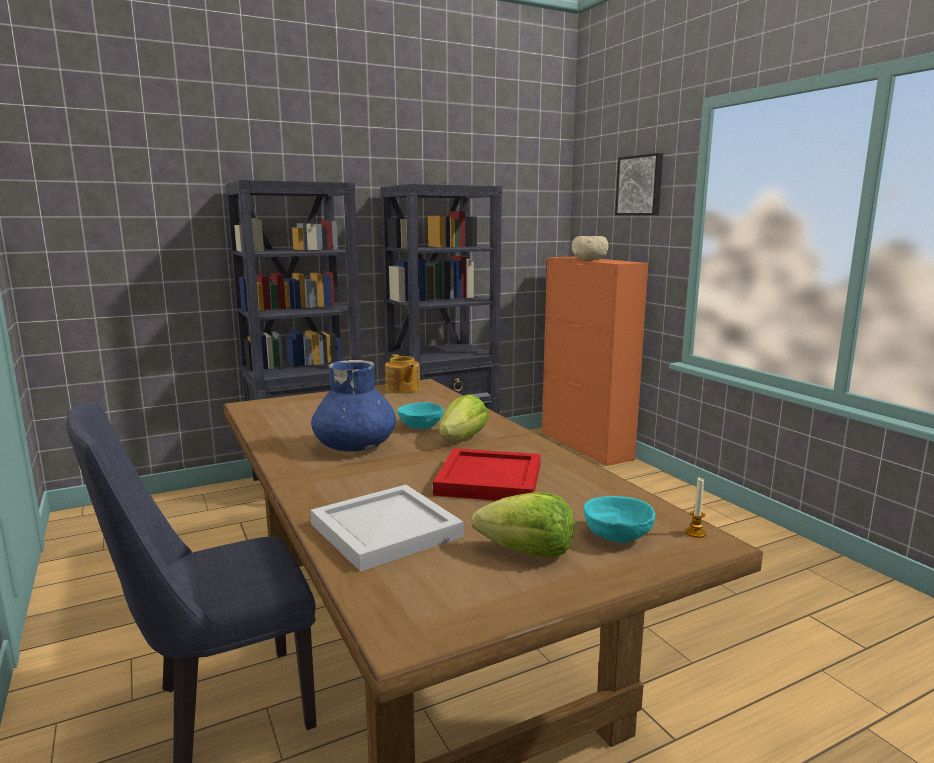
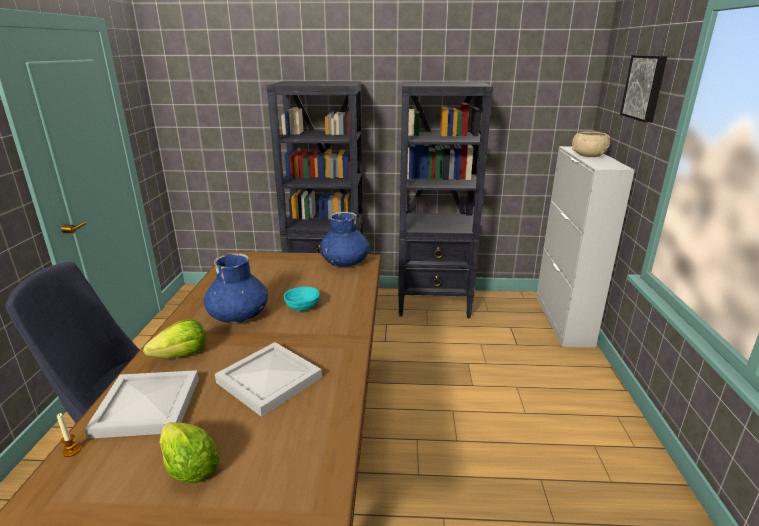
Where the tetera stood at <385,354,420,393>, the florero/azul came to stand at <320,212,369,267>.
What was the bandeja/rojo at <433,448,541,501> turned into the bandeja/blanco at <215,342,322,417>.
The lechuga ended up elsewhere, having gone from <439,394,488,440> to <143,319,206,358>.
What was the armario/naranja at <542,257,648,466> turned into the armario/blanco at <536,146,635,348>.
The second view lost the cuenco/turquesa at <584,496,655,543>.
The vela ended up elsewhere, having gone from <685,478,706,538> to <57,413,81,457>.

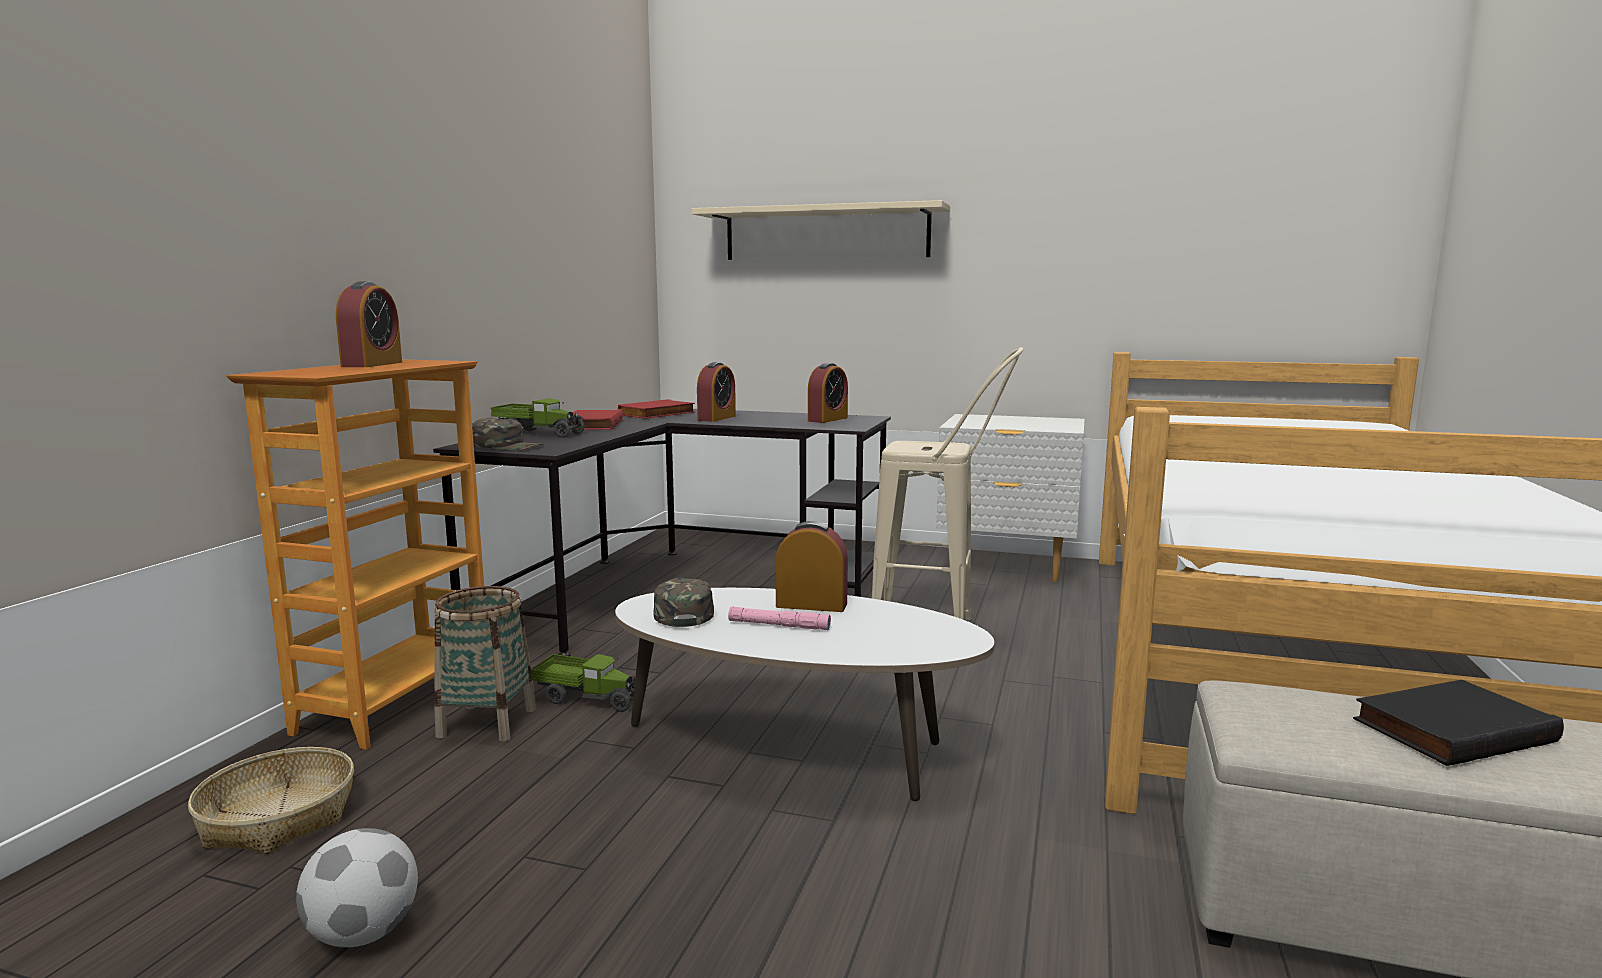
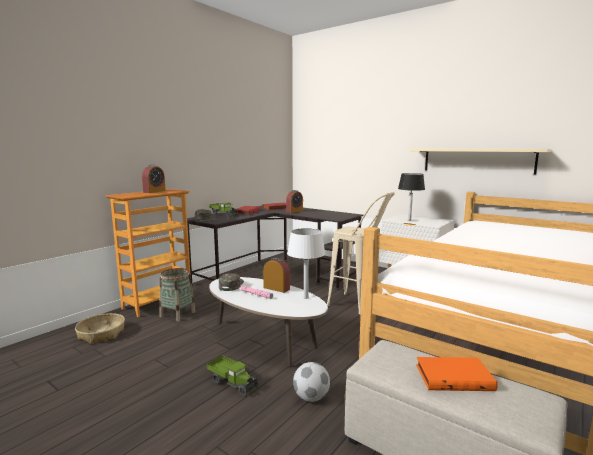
The balón de fútbol ended up elsewhere, having gone from <296,828,418,948> to <293,362,330,402>.
The camión de juguete ended up elsewhere, having gone from <531,654,646,712> to <207,355,259,396>.
The estante/beis ended up elsewhere, having gone from <692,200,950,260> to <410,148,551,174>.
The second view lost the despertador at <808,363,848,423>.
What was the libro/negro at <1353,680,1564,766> turned into the libro/naranja at <416,357,498,391>.
The second view gained the lámpara de mesa/blanco at <287,228,325,299>.
The second view gained the lámpara de mesa/negro at <398,173,425,221>.

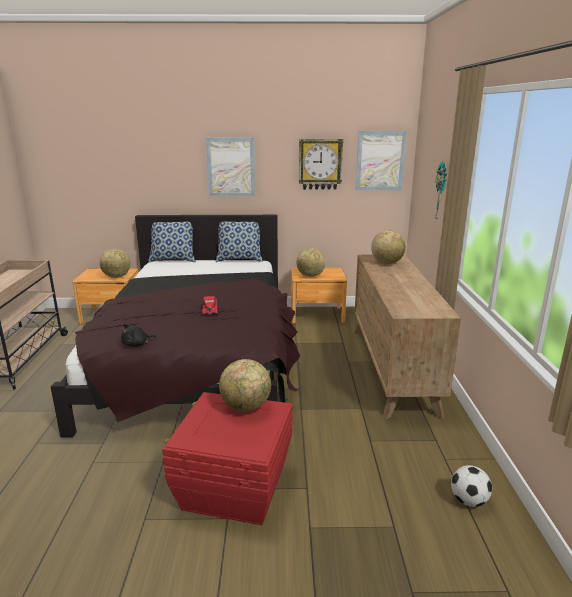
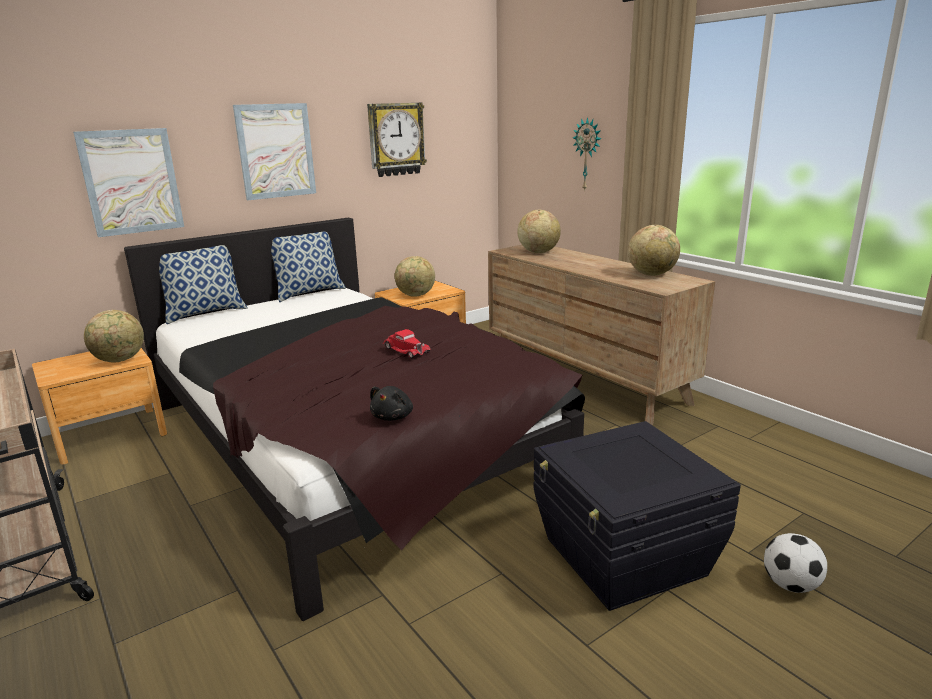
What was the caja de almacenaje/rojo at <162,392,293,525> turned into the caja de almacenaje/negro at <533,421,741,611>.
The globo terráqueo ended up elsewhere, having gone from <219,359,271,412> to <628,225,680,276>.
The cuadro ended up elsewhere, having gone from <356,131,407,190> to <73,128,184,237>.
The balón de fútbol ended up elsewhere, having gone from <451,465,492,507> to <764,533,827,593>.

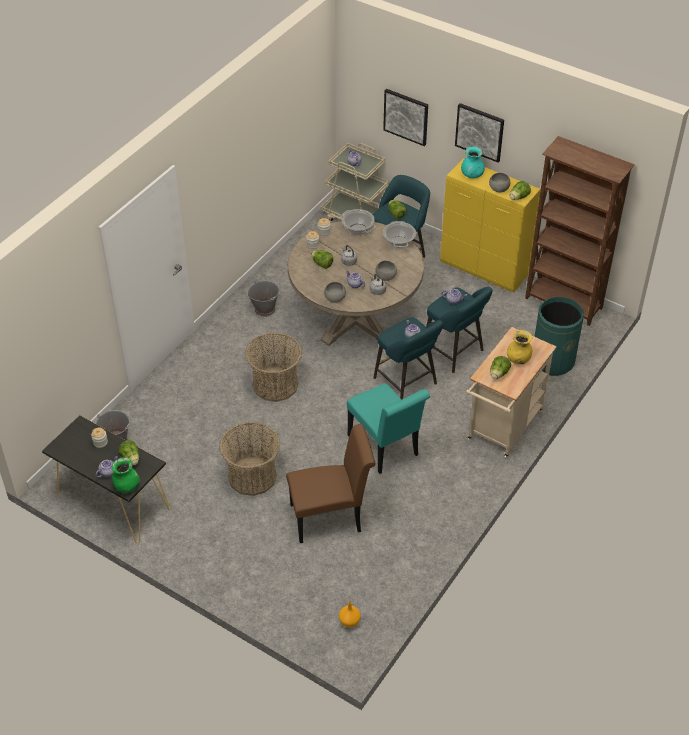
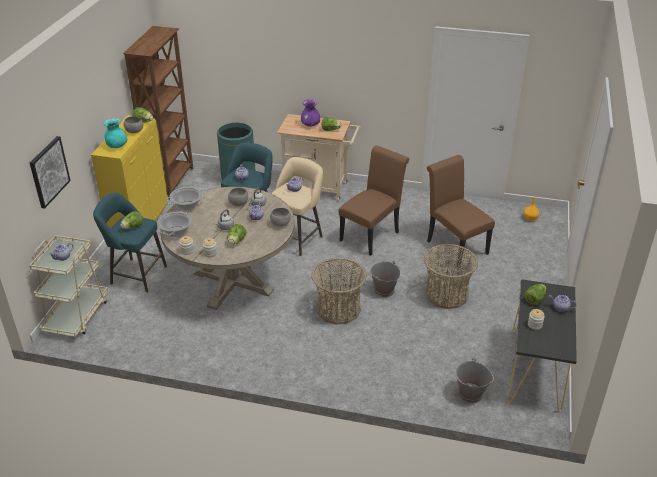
The second view lost the florero/verde at <112,457,140,493>.
The cubo/gris ended up elsewhere, having gone from <247,280,280,317> to <370,261,400,297>.
What was the silla/turquesa at <347,384,430,474> turned into the silla/marrón at <338,145,409,255>.
What was the taburete/turquesa at <373,317,443,400> turned into the taburete/beis at <271,157,323,256>.
The second view lost the cuadro at <455,103,504,162>.
What was the florero/amarillo at <507,330,532,364> turned into the florero/morado at <301,99,320,126>.

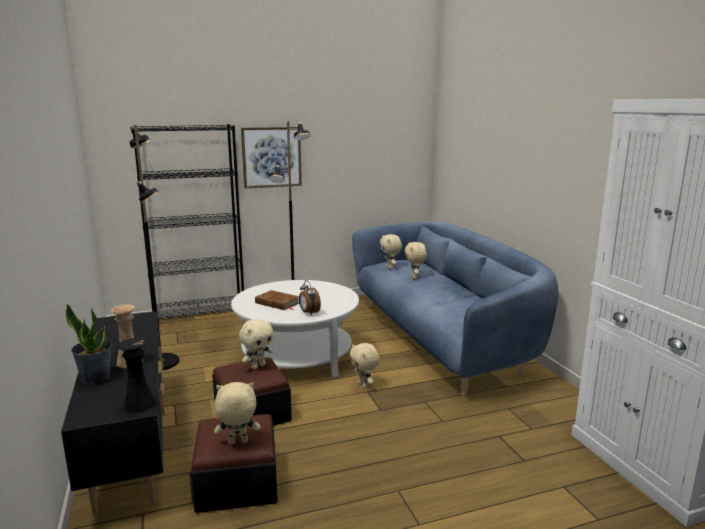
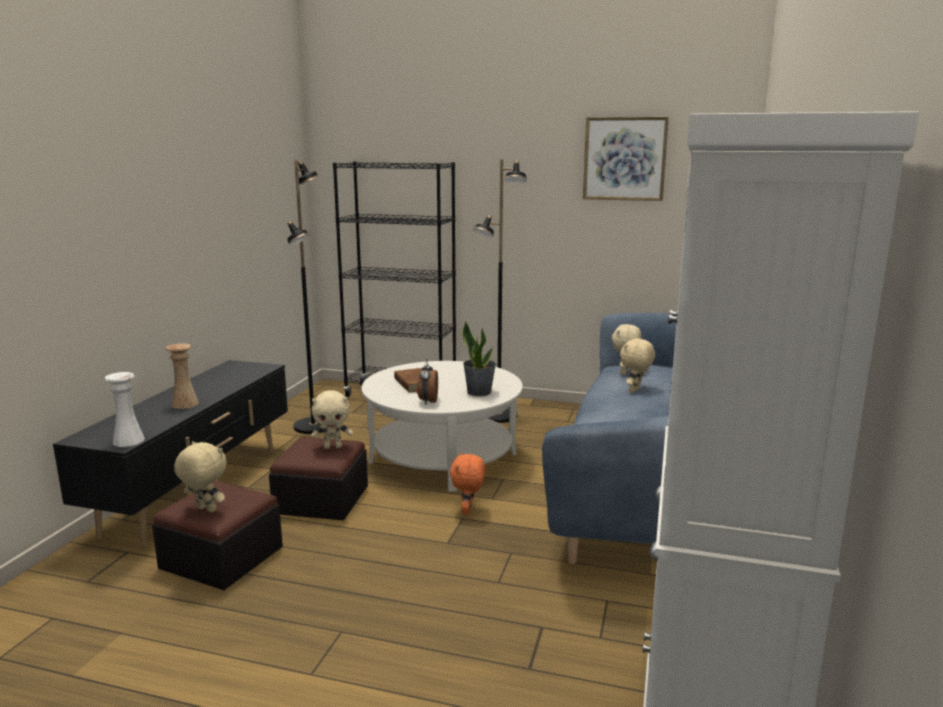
The planta en maceta ended up elsewhere, having gone from <65,304,112,384> to <462,322,496,396>.
What was the florero/negro at <118,338,155,413> turned into the florero/blanco at <104,372,145,447>.
The cuadro ended up elsewhere, having gone from <241,127,302,188> to <583,117,669,201>.
What was the peluche/beis at <349,343,380,389> turned into the peluche/naranja at <450,452,486,515>.

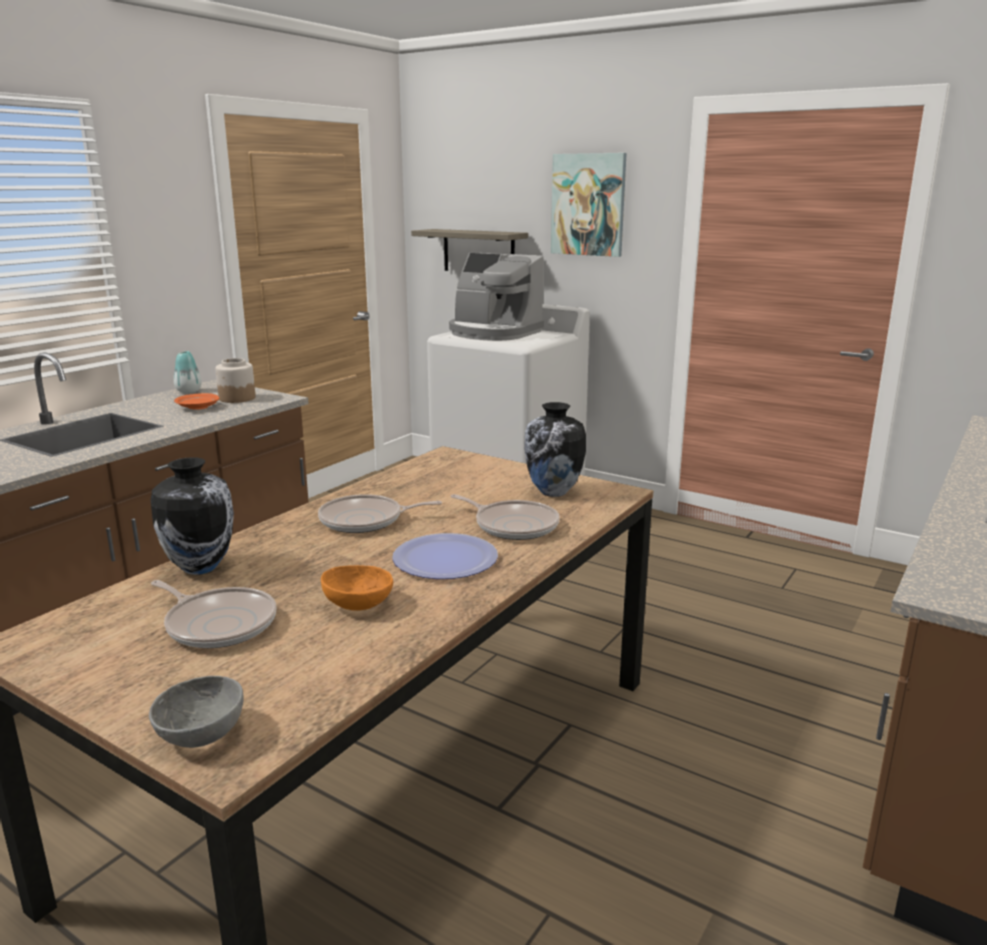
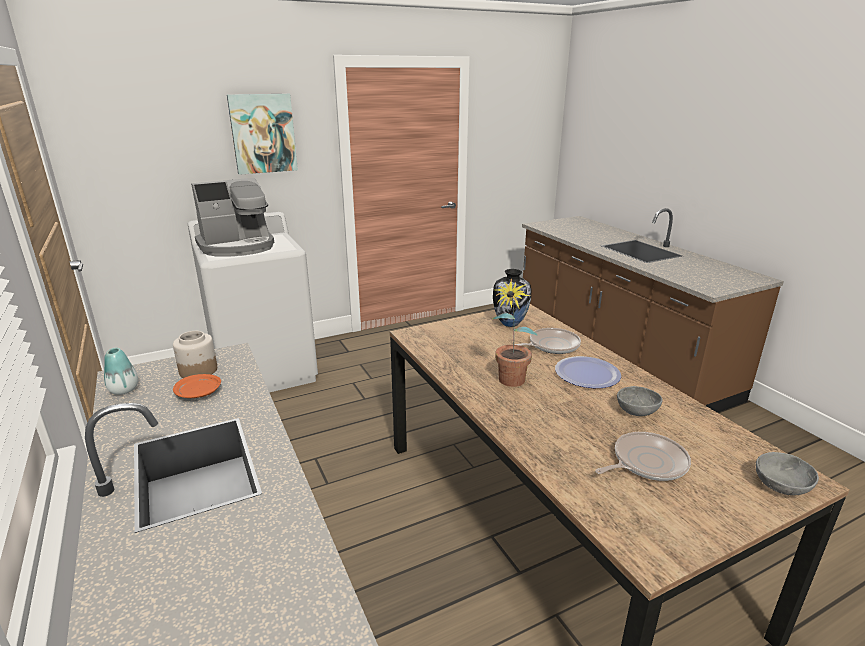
The second view lost the florero at <150,457,234,575>.
Where the sartén stood at <318,494,442,533>, the planta en maceta came to stand at <492,278,537,387>.
What was the cuenco/naranja at <321,565,393,611> turned into the cuenco/gris at <617,386,662,416>.
The second view lost the estante at <411,229,528,271>.

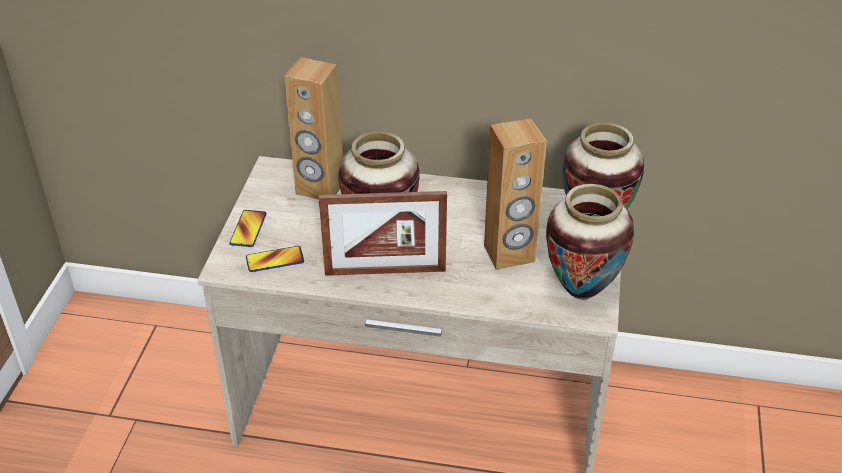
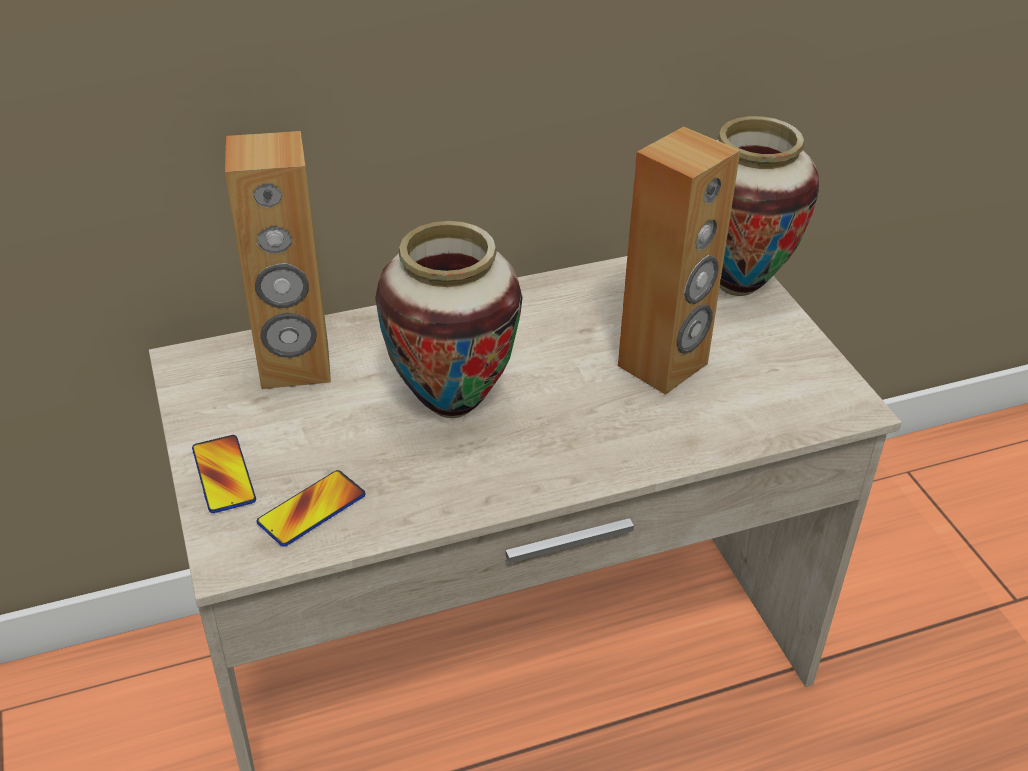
The second view lost the portarretratos at <319,191,447,276>.
The second view lost the florero at <546,184,634,300>.

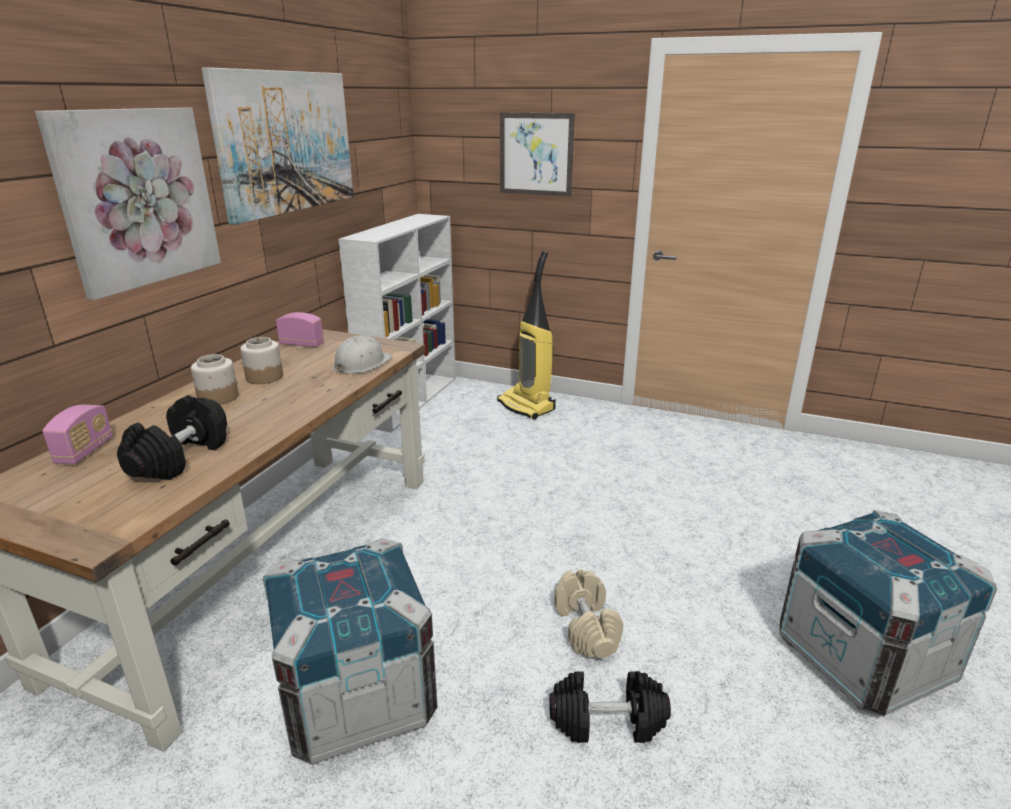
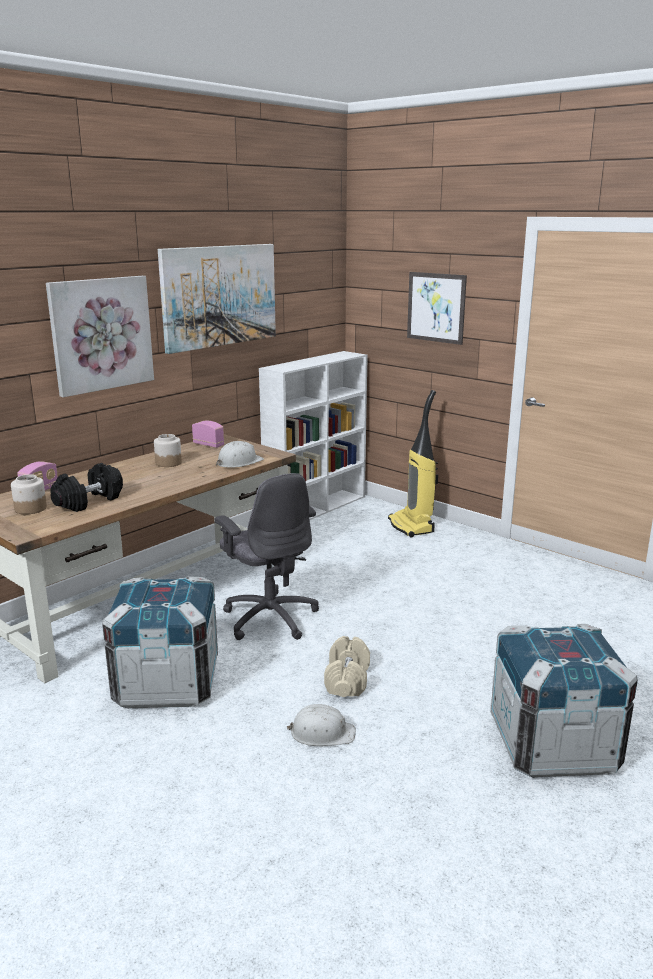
The tarro ended up elsewhere, having gone from <191,354,238,405> to <11,474,47,514>.
Where the mancuerna/negro stood at <549,671,671,743>, the casco/blanco came to stand at <286,704,356,746>.
The second view gained the silla de oficina/gris at <215,473,319,640>.

